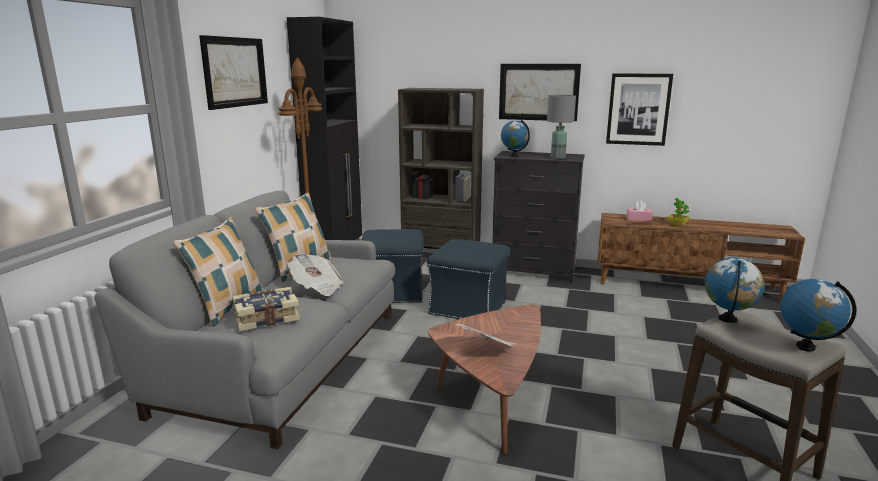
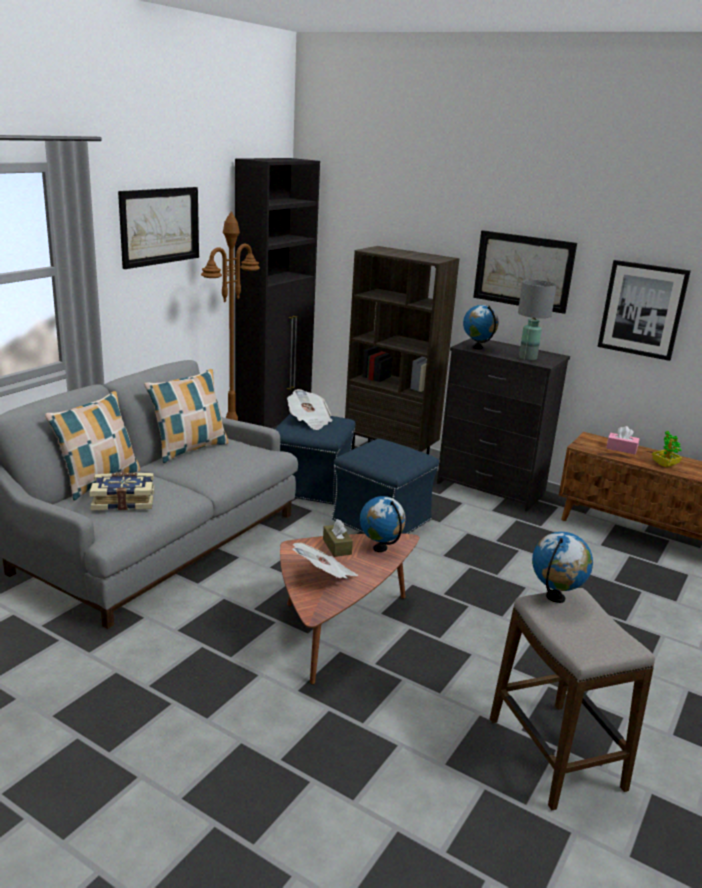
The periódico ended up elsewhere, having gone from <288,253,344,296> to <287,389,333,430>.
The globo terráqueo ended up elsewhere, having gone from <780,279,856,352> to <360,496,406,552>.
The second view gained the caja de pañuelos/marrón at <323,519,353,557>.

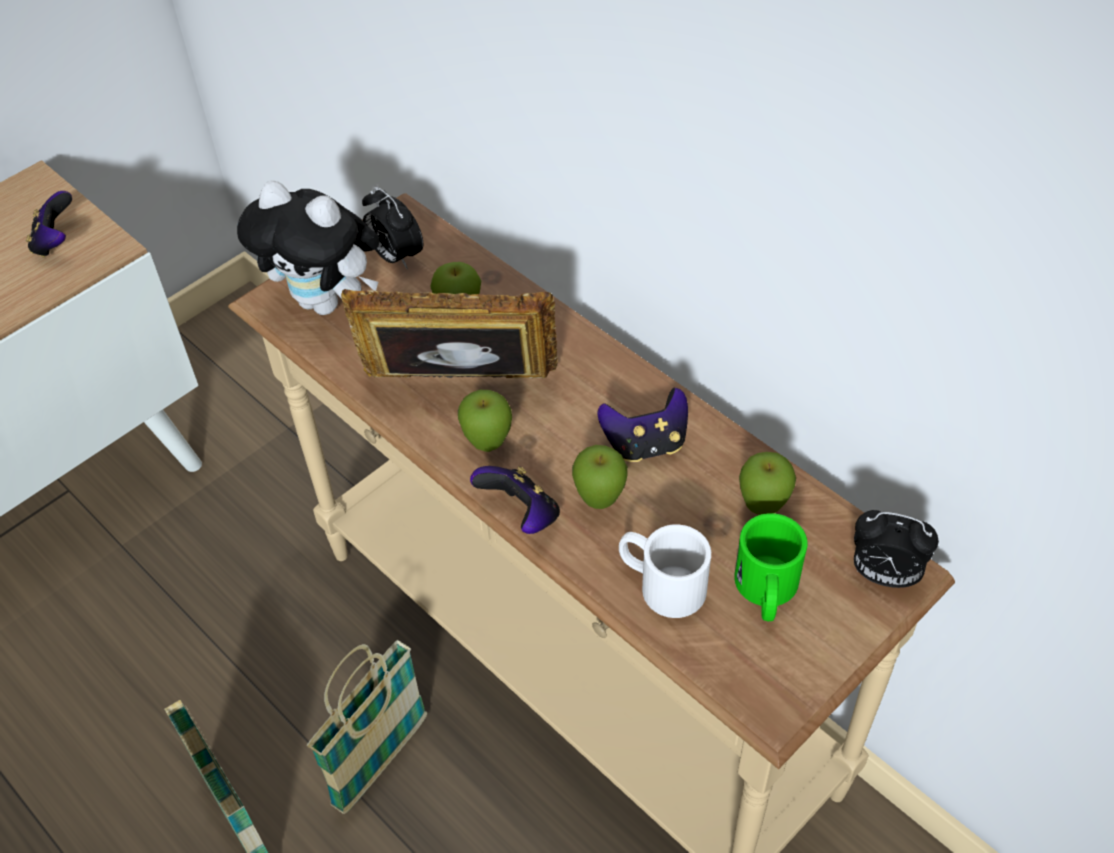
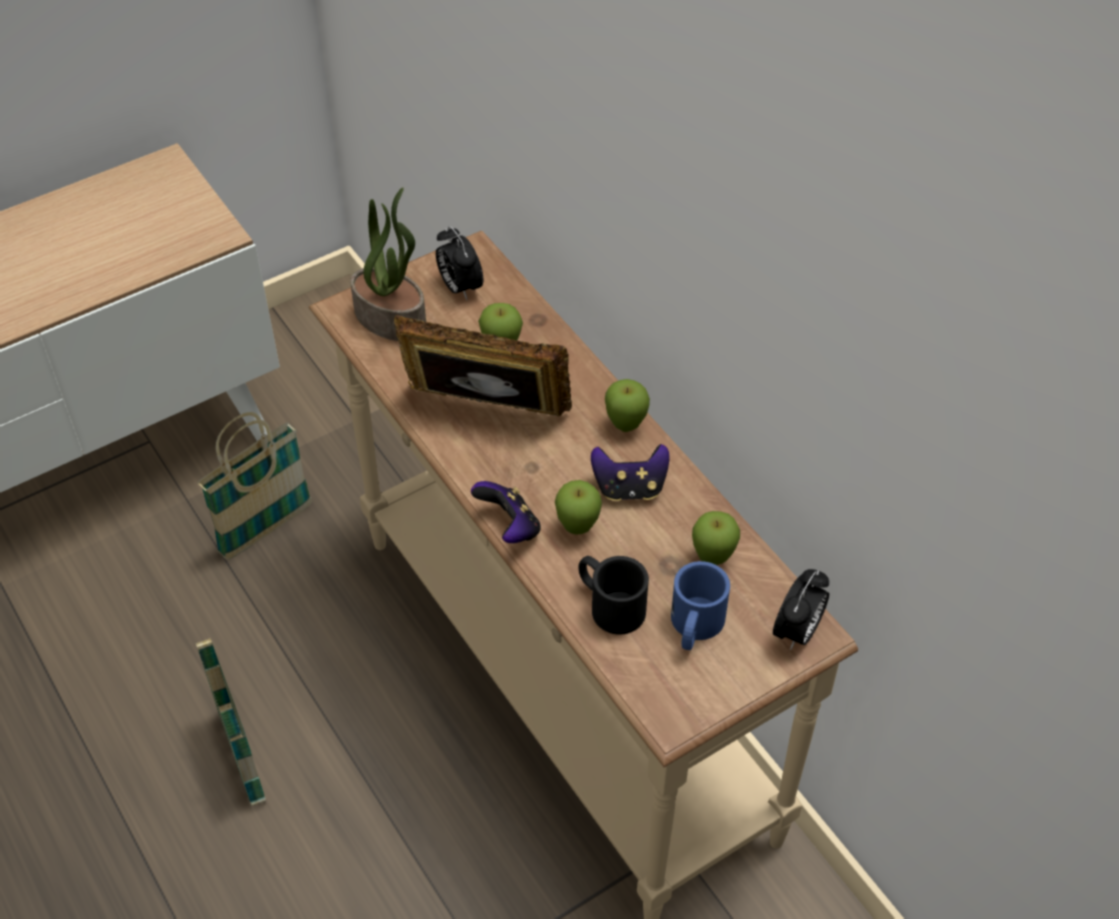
The second view lost the mando de consola at <26,191,72,258>.
Where the peluche stood at <237,181,380,315>, the planta en maceta came to stand at <350,187,426,341>.
The cesta ended up elsewhere, having gone from <307,640,427,814> to <198,412,312,560>.
The manzana ended up elsewhere, having gone from <458,390,512,452> to <605,379,650,432>.
What was the taza grande/blanco at <619,525,711,618> turned into the taza grande/negro at <579,556,649,635>.
What was the taza grande/verde at <734,513,808,621> turned into the taza grande/azul at <671,561,730,650>.
The despertador at <854,510,939,588> ended up facing another way, 90 degrees counterclockwise from before.

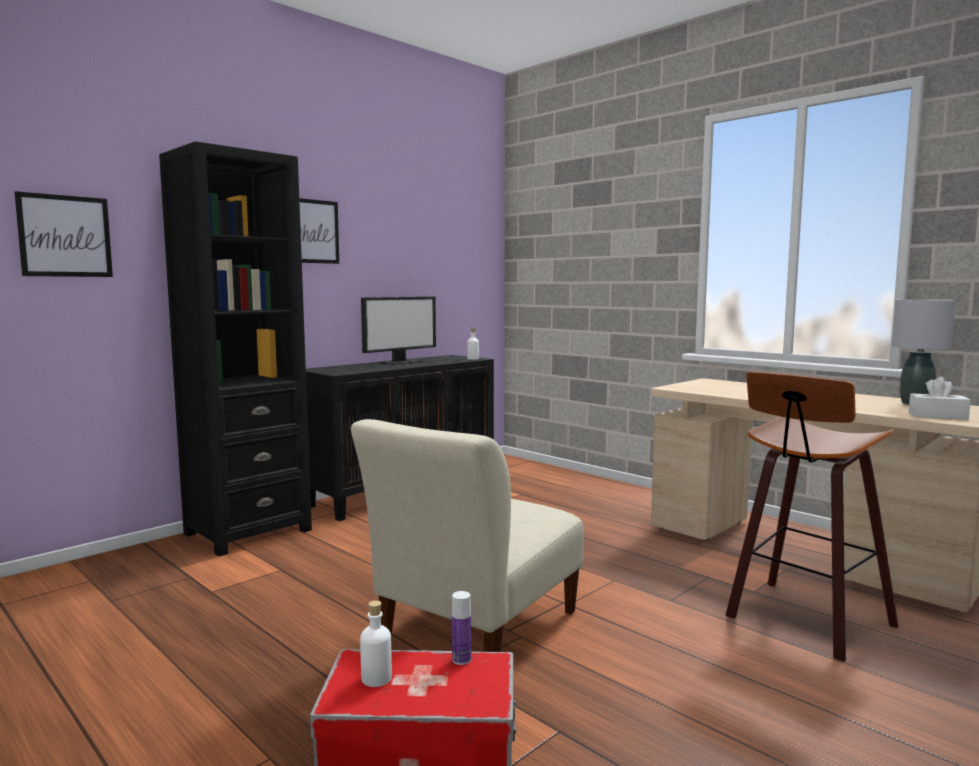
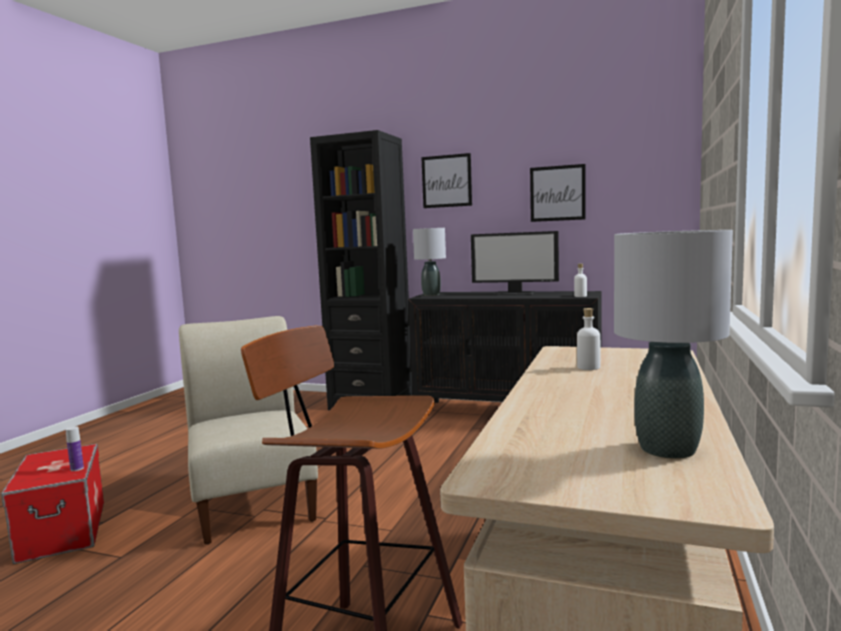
The cuadro ended up elsewhere, having gone from <15,191,113,277> to <530,164,586,222>.
The silla/beis at <351,419,584,652> ended up facing another way, 60 degrees clockwise from before.
The botella/blanco ended up elsewhere, having gone from <360,600,392,687> to <577,308,600,370>.
The second view lost the caja de pañuelos/blanco at <909,377,971,420>.
The second view gained the lámpara de mesa/gris at <413,228,446,296>.

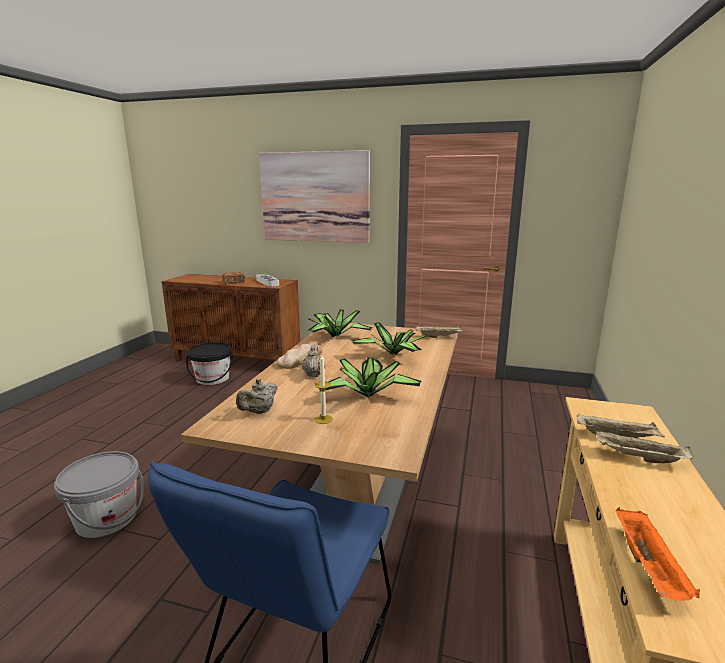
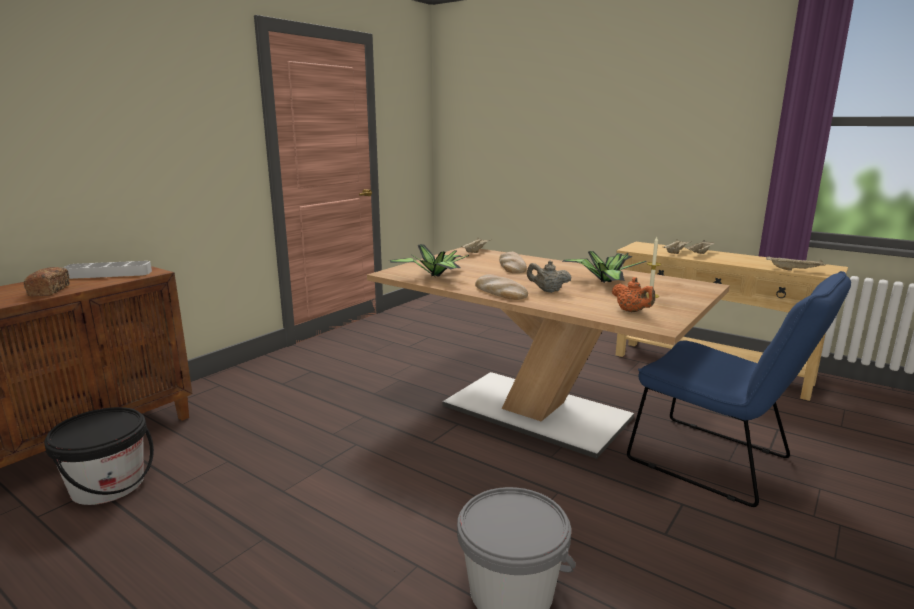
What was the tetera/beis at <236,379,278,414> turned into the tetera/naranja at <612,277,655,312>.
The second view lost the cuadro at <259,150,370,243>.
Where the planta en maceta stood at <351,323,426,355>, the pan came to stand at <499,252,527,273>.
What was the bandeja/naranja at <615,507,700,601> turned into the bandeja/beis at <766,256,826,271>.

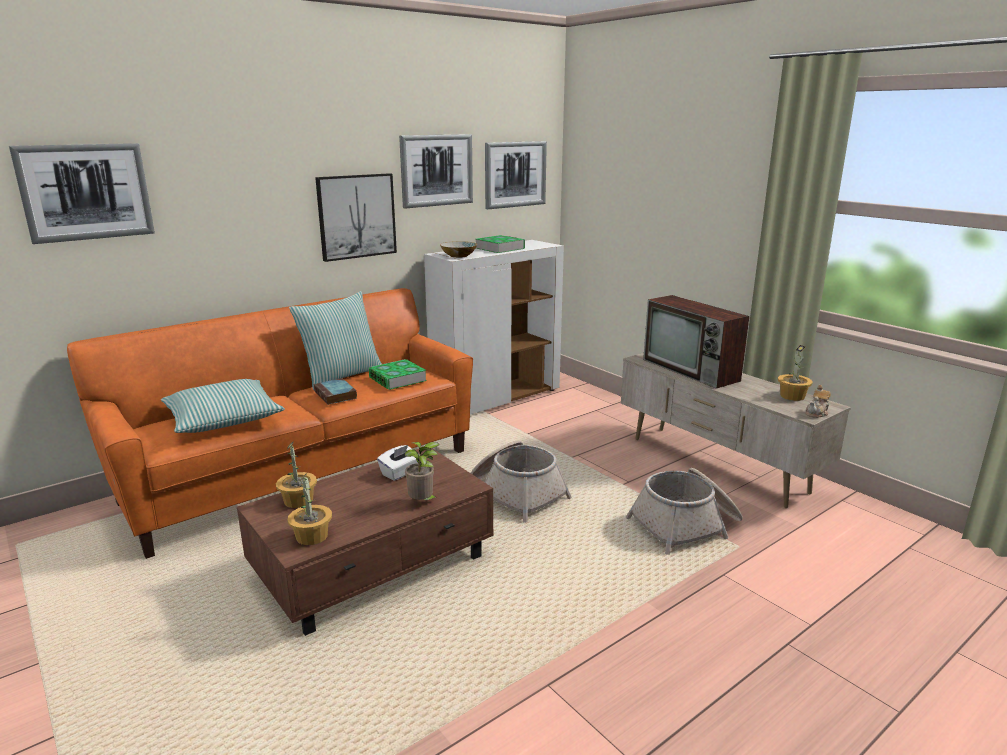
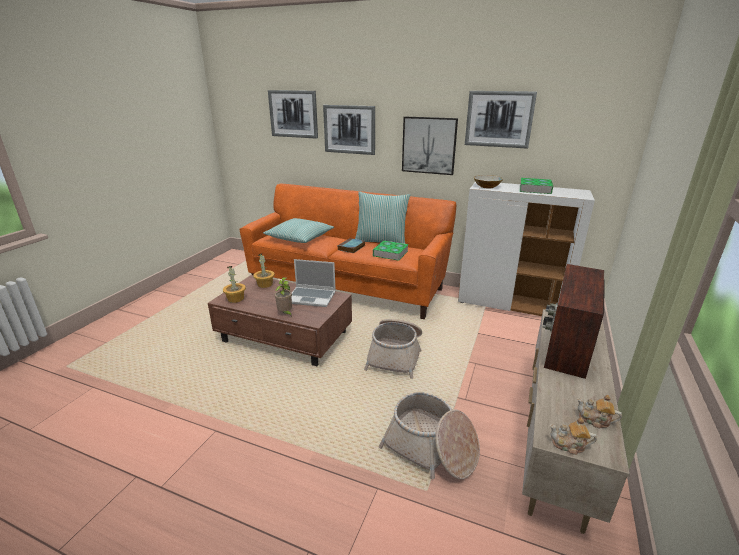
Where the caja de pañuelos/blanco stood at <377,445,418,481>, the portátil came to stand at <292,259,336,307>.
The cuadro ended up elsewhere, having gone from <485,141,547,209> to <323,105,375,155>.
Where the planta en maceta stood at <778,345,813,401>, the tetera came to stand at <577,395,622,429>.

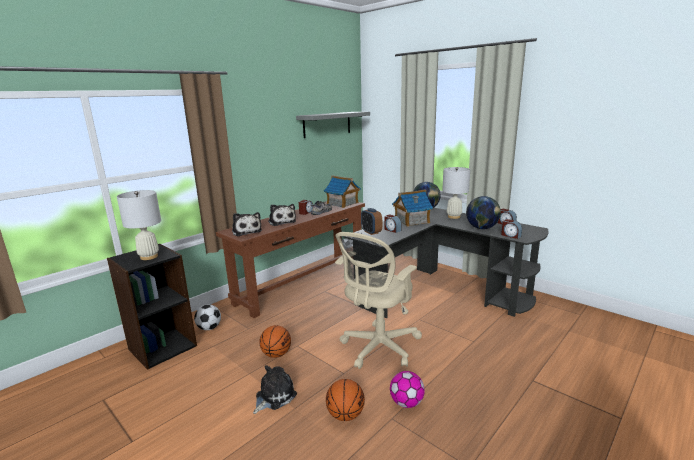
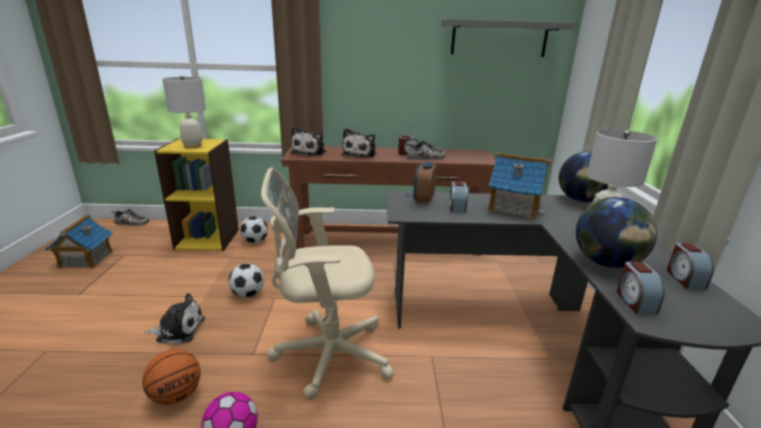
What was the estantería/negro at <107,244,197,370> turned into the estantería/amarillo at <154,138,239,251>.
Where the balón de baloncesto stood at <259,325,291,358>, the balón de fútbol came to stand at <228,263,264,298>.
The casita ended up elsewhere, having gone from <324,176,361,208> to <46,215,113,268>.
The second view gained the zapato at <111,209,149,226>.

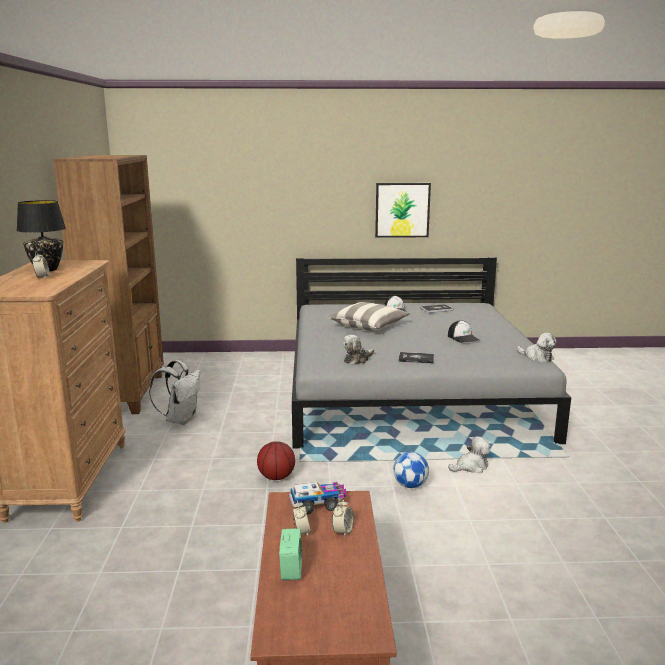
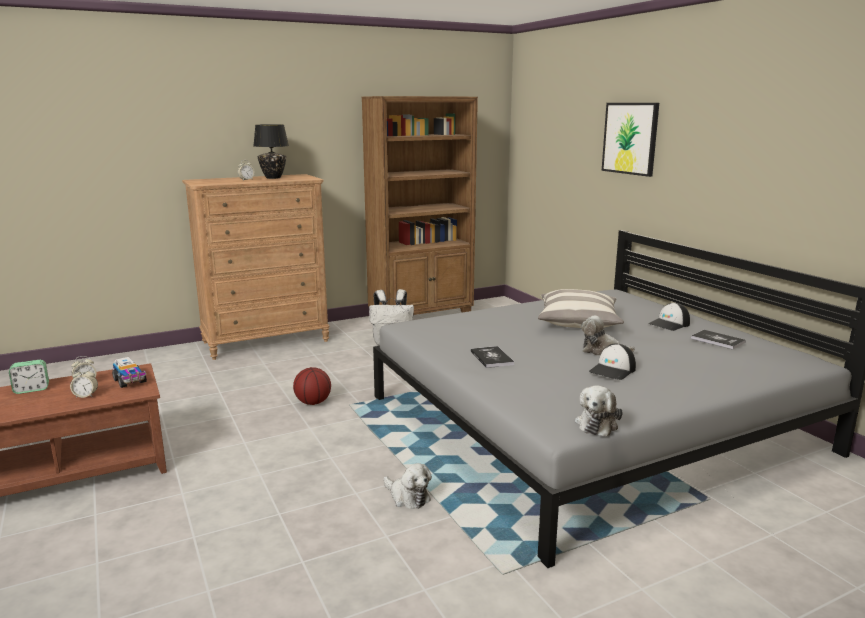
The peluche ended up elsewhere, having gone from <343,335,374,365> to <581,315,635,356>.
The cuadro ended up elsewhere, having gone from <375,183,431,238> to <602,103,659,177>.
The second view lost the balón de fútbol at <393,452,429,488>.

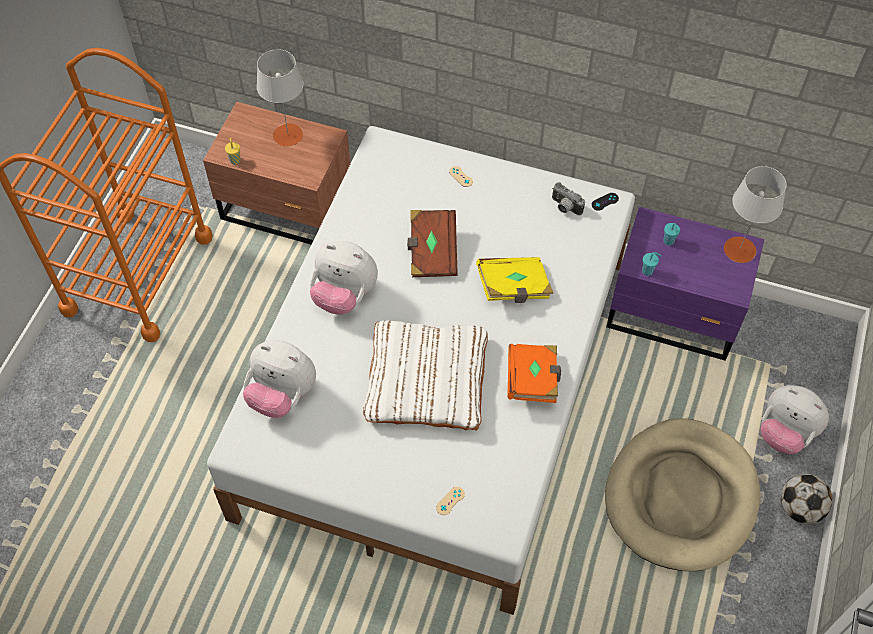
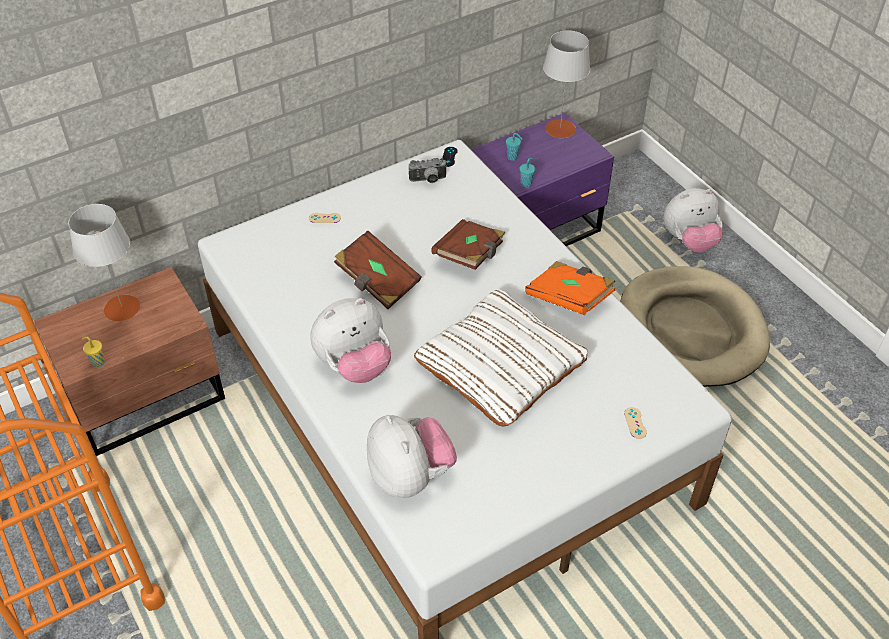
The peluche at <243,340,316,418> ended up facing another way, 90 degrees counterclockwise from before.
What was the libro/amarillo at <476,257,554,303> turned into the libro/marrón at <431,219,505,270>.
The second view lost the balón de fútbol at <781,474,833,524>.

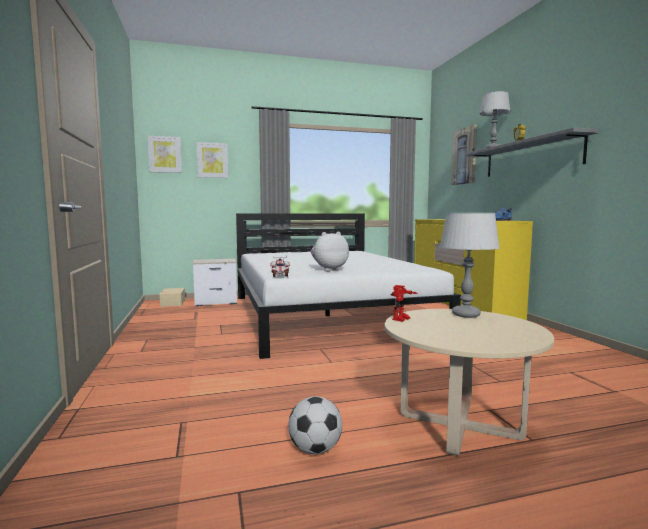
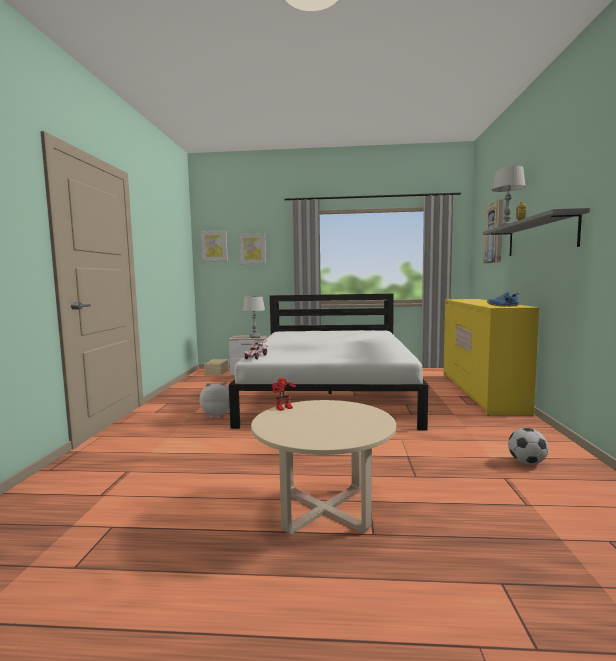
The balón de fútbol ended up elsewhere, having gone from <288,396,342,454> to <508,428,548,465>.
The peluche ended up elsewhere, having gone from <311,232,349,271> to <199,382,230,418>.
The lámpara de mesa/gris ended up elsewhere, having gone from <440,213,500,318> to <243,296,265,338>.

